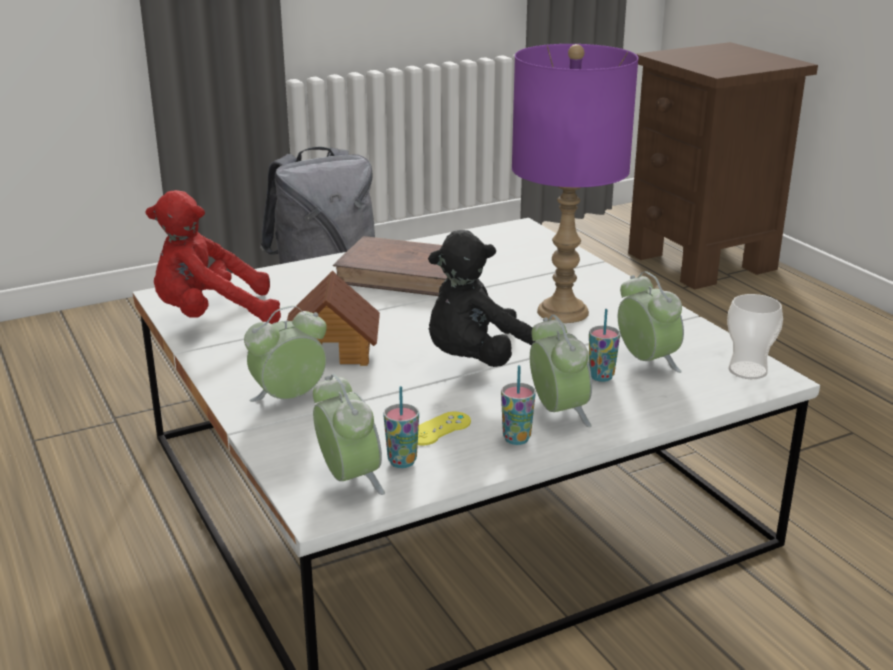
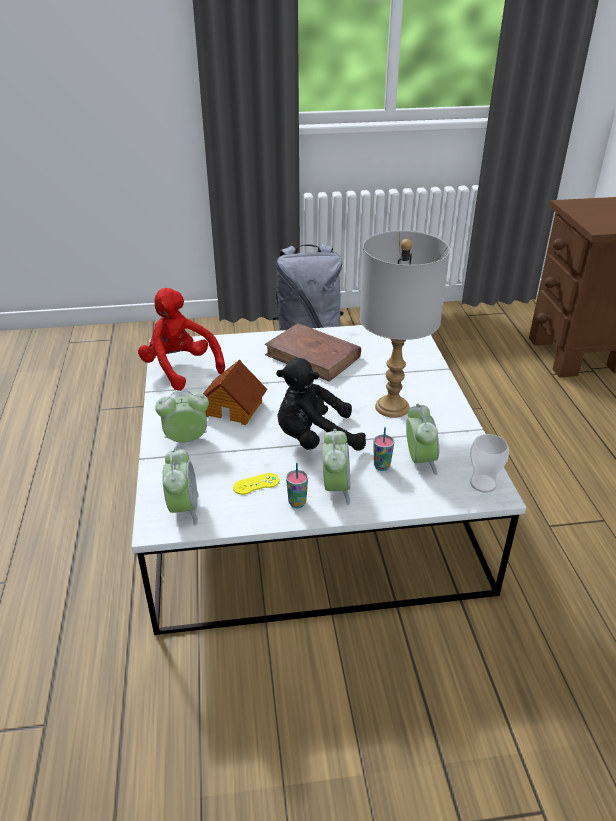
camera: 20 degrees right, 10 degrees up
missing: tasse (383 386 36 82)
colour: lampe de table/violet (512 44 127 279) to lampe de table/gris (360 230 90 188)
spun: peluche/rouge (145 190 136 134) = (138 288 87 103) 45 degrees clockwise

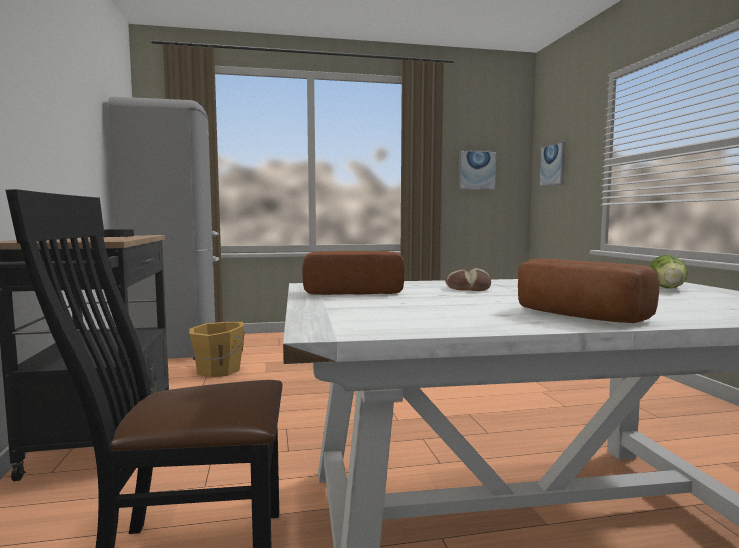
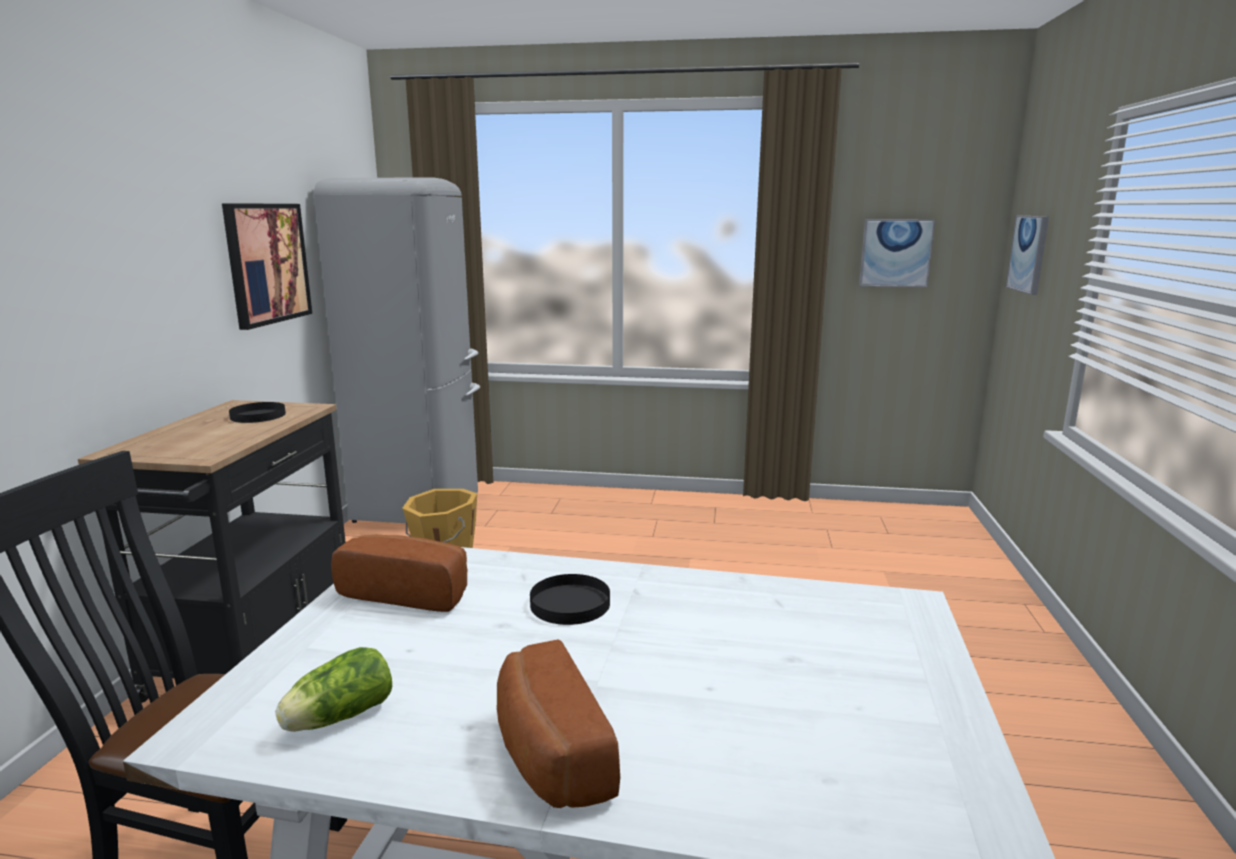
camera: 20 degrees right, 10 degrees up
appeared: tableau (222 203 90 127)
relocated: laitue (649 255 39 33) to (275 647 117 85)
exchanged: pain (445 268 46 23) to assiette/noir (530 574 80 51)

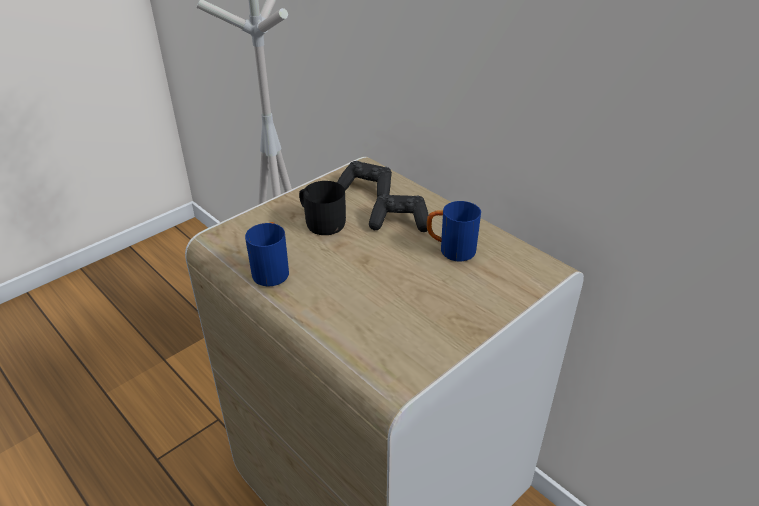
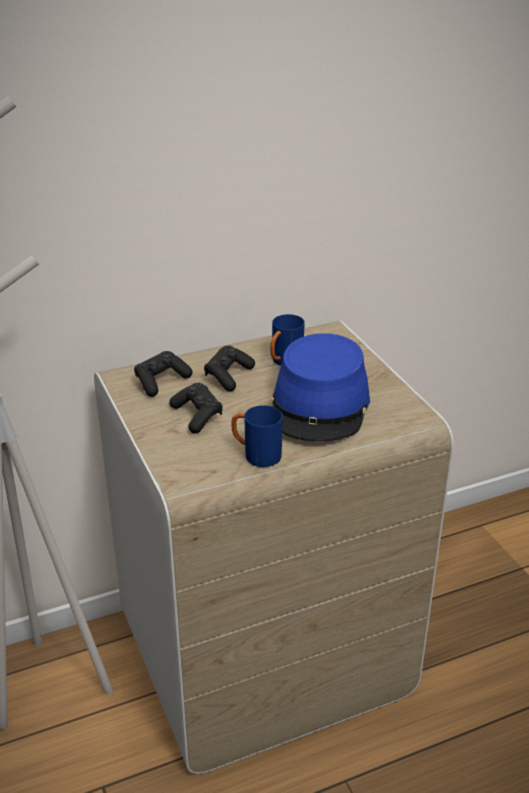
camera: 70 degrees left, 5 degrees down
appeared: chapeau/bleu (272 333 98 109)
exchanged: mug/noir (299 181 47 54) to manette/noir (169 383 54 51)

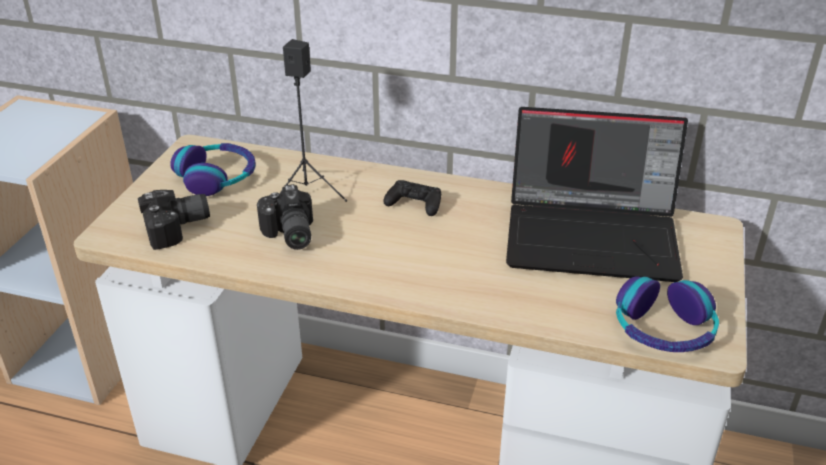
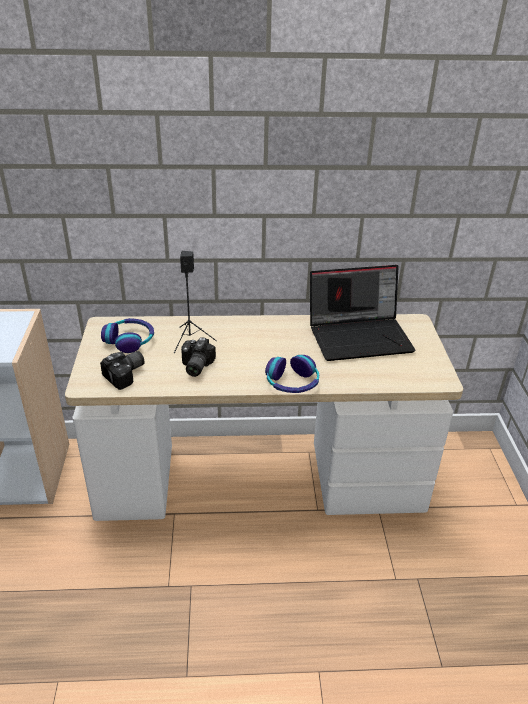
camera: 20 degrees left, 0 degrees up
missing: manette/noir (383 180 58 36)
relocated: casque audio (616 276 103 76) to (265 355 54 38)
spun: appareil photo (257 184 56 66) = (181 337 35 40) 45 degrees clockwise

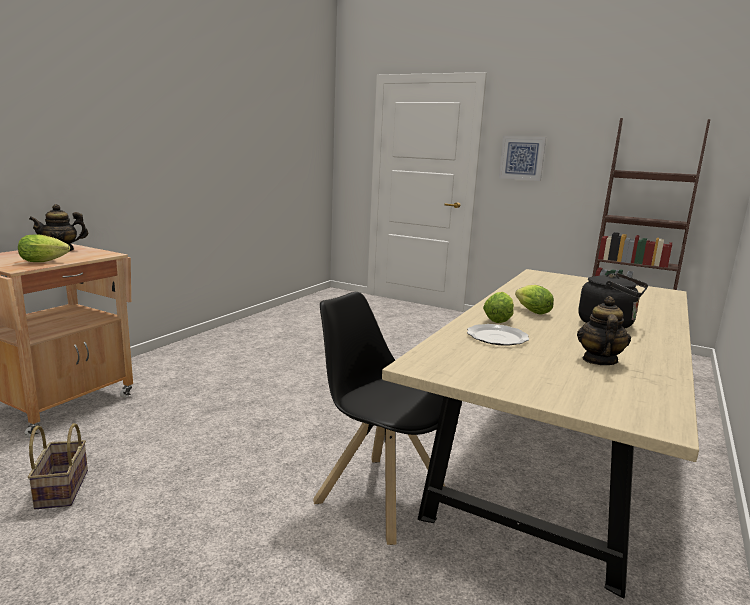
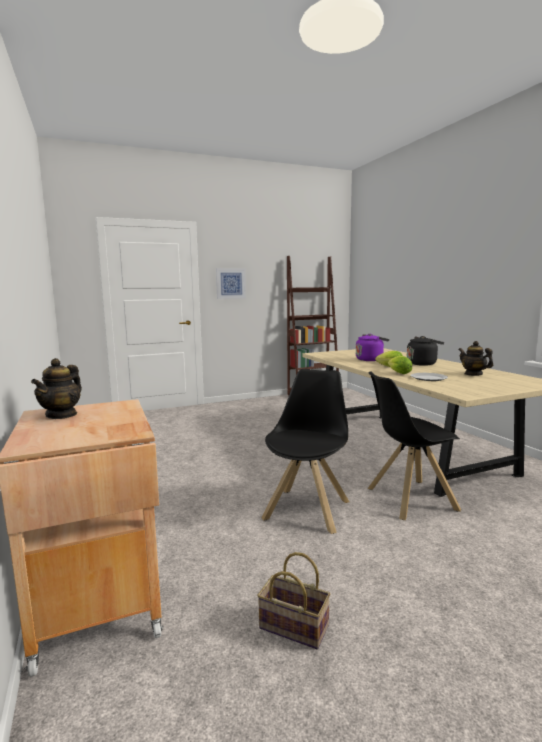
camera: 50 degrees left, 5 degrees down
missing: laitue (18 235 52 27)
appeared: chaise/noir (261 369 88 165); bouilloire/violet (356 334 33 27)

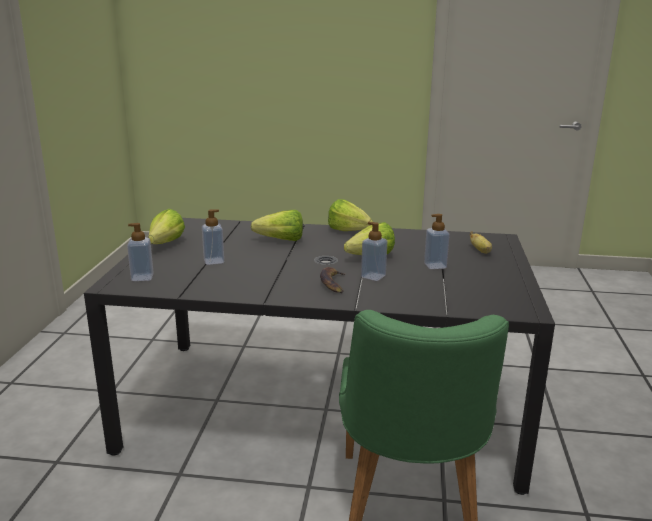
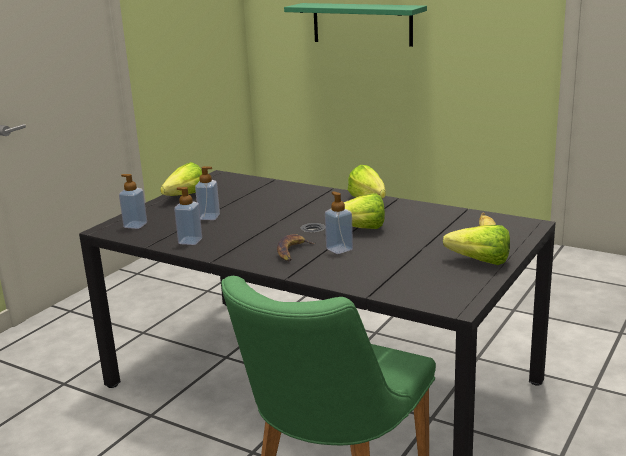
camera: 25 degrees right, 0 degrees up
appeared: étagère/vert (284 3 143 44)
relocated: distributeur de savon (424 214 26 55) to (174 187 28 58); laitue (251 210 52 31) to (443 225 67 40)

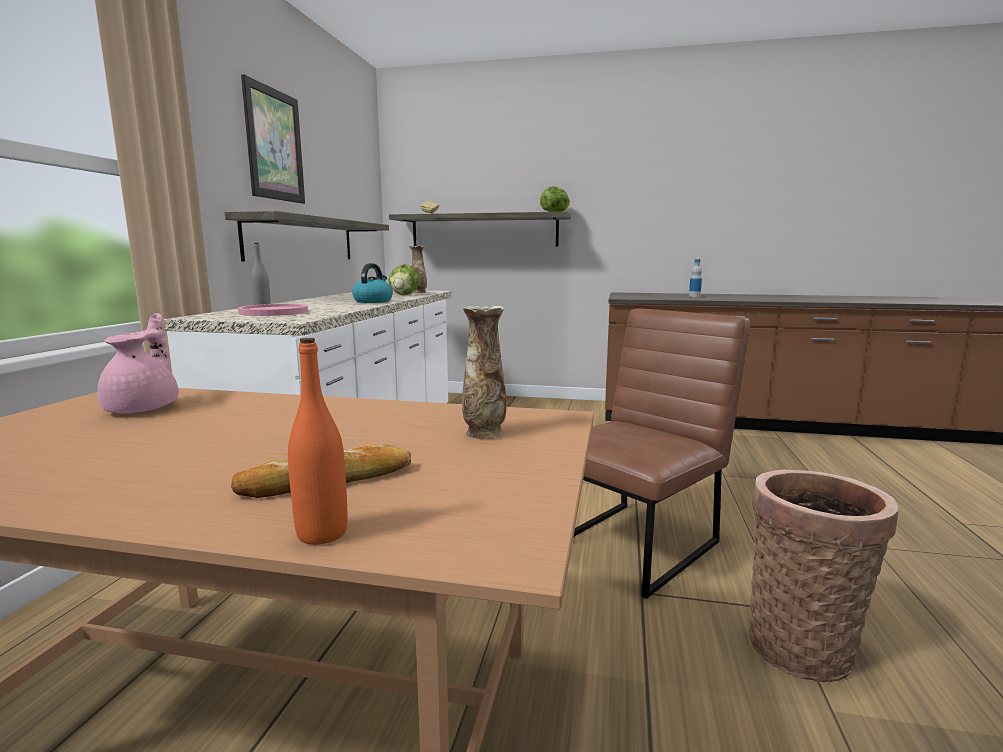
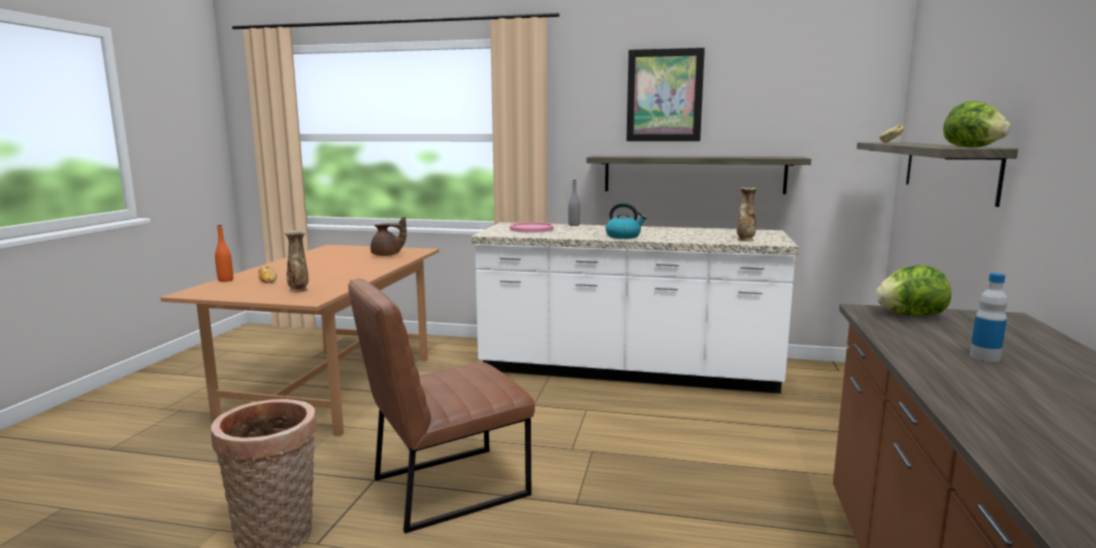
camera: 90 degrees right, 0 degrees up
relocated: laitue (388 264 32 31) to (876 265 75 51)
colour: théière/rose (98 313 81 100) to théière/marron (370 217 37 39)
spun: chaise/marron (574 308 176 291) = (348 278 187 255) 105 degrees clockwise

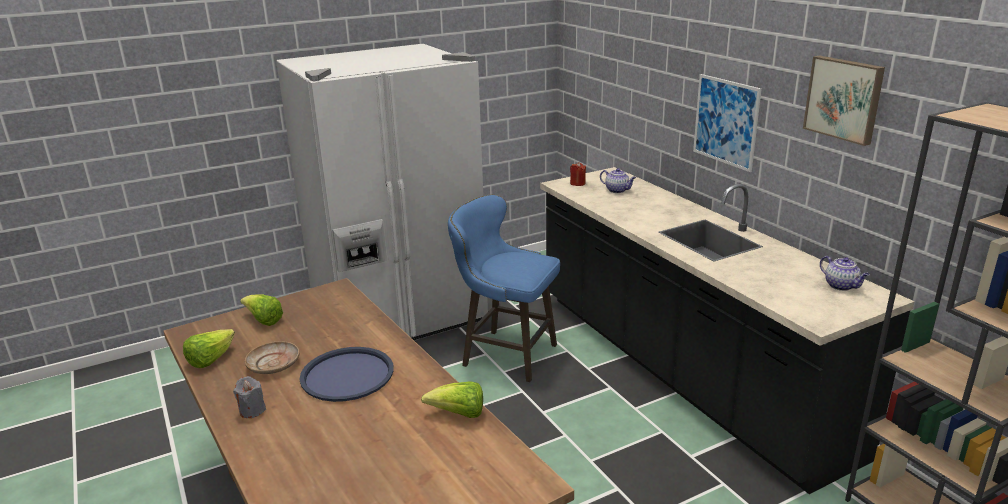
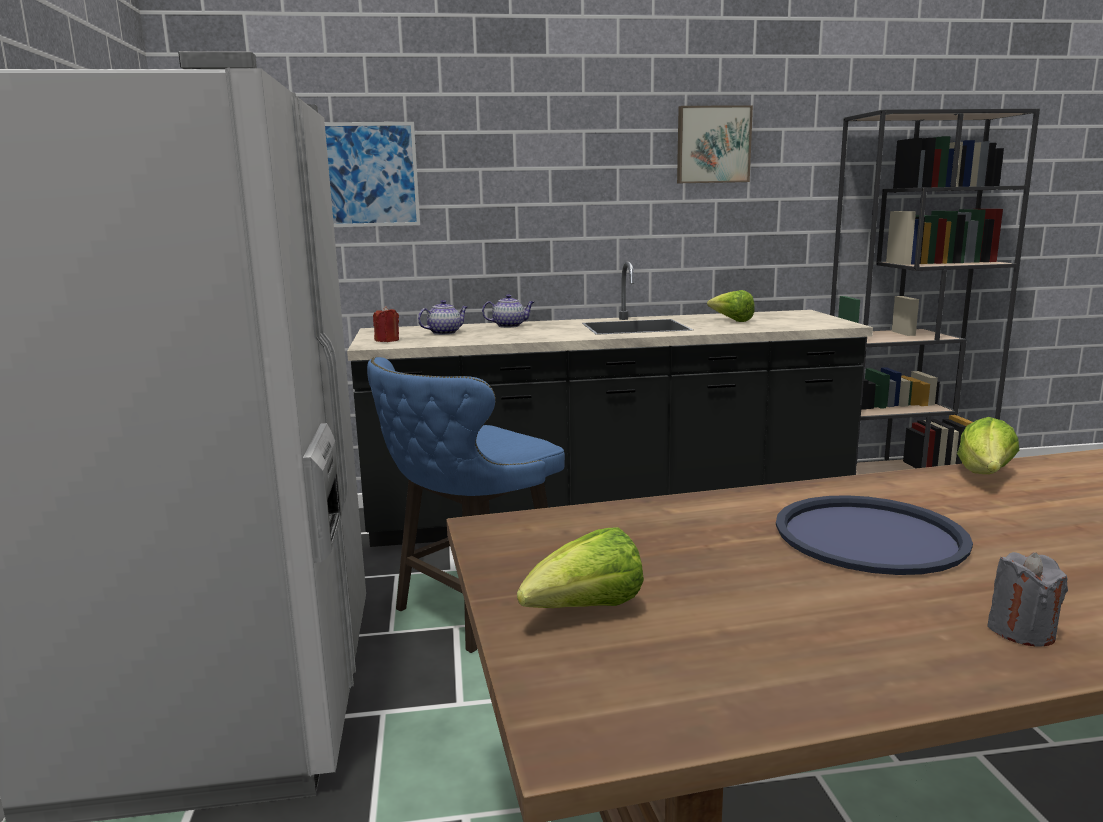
camera: 70 degrees left, 10 degrees down
missing: assiette/beige (245 341 54 33)
relocated: tableau (693 74 69 98) to (325 122 95 105); théière (820 256 50 35) to (482 294 52 34); laitue (183 329 52 39) to (707 290 47 32)

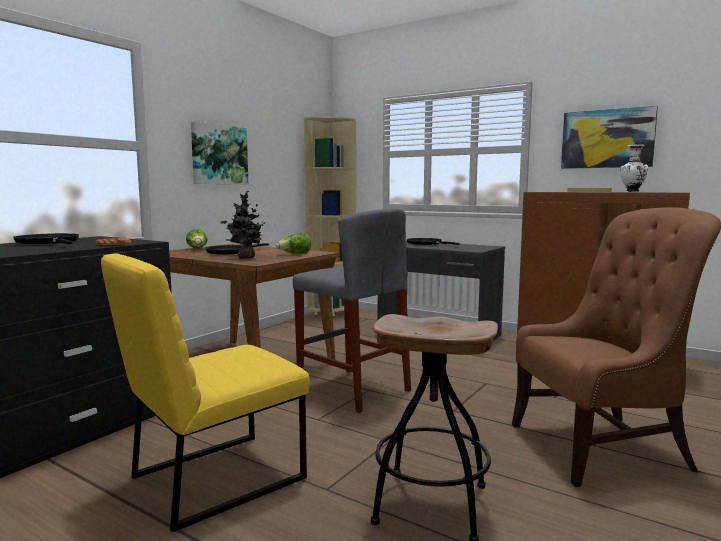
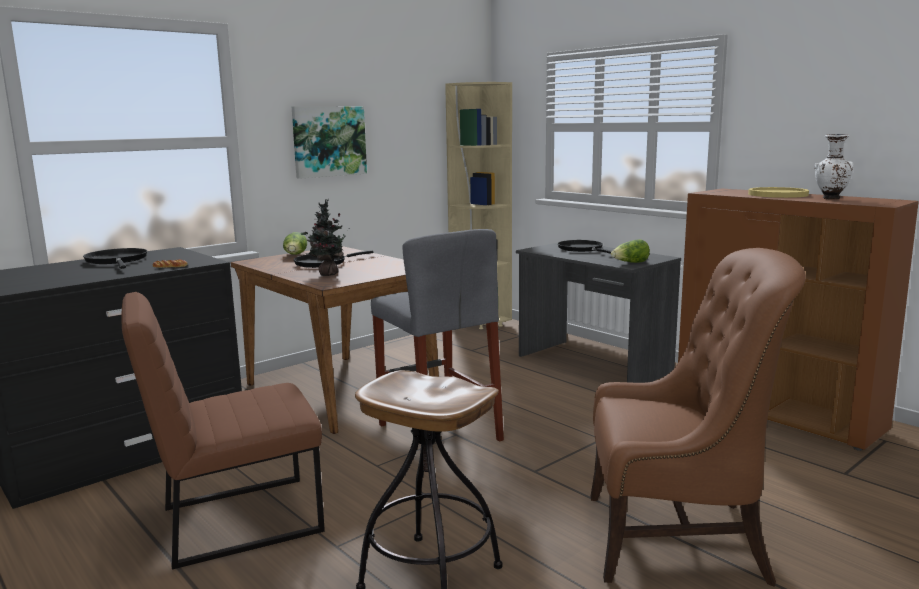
camera: 15 degrees right, 5 degrees up
missing: tableau (561 106 97 63)
relocated: laitue (276 233 35 21) to (611 239 39 24)
colour: chaise/jaune (101 253 209 279) to chaise/marron (121 292 204 277)

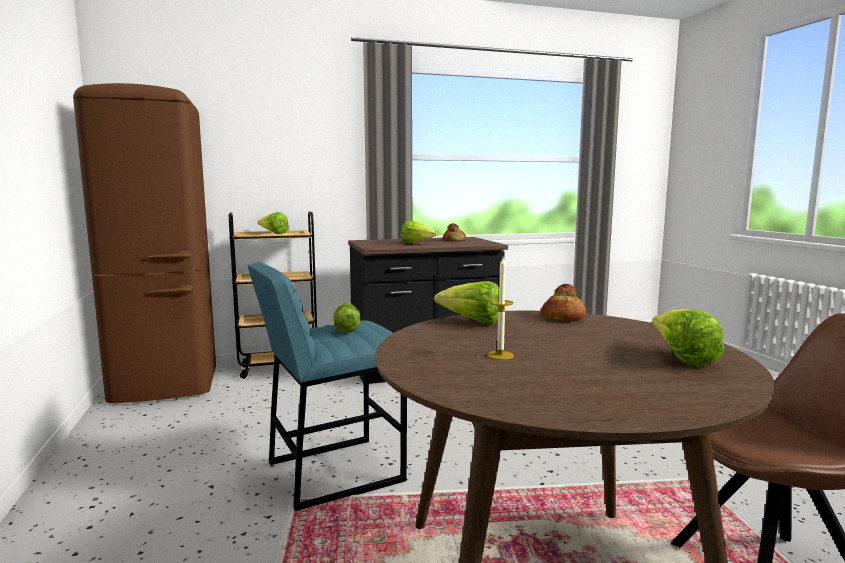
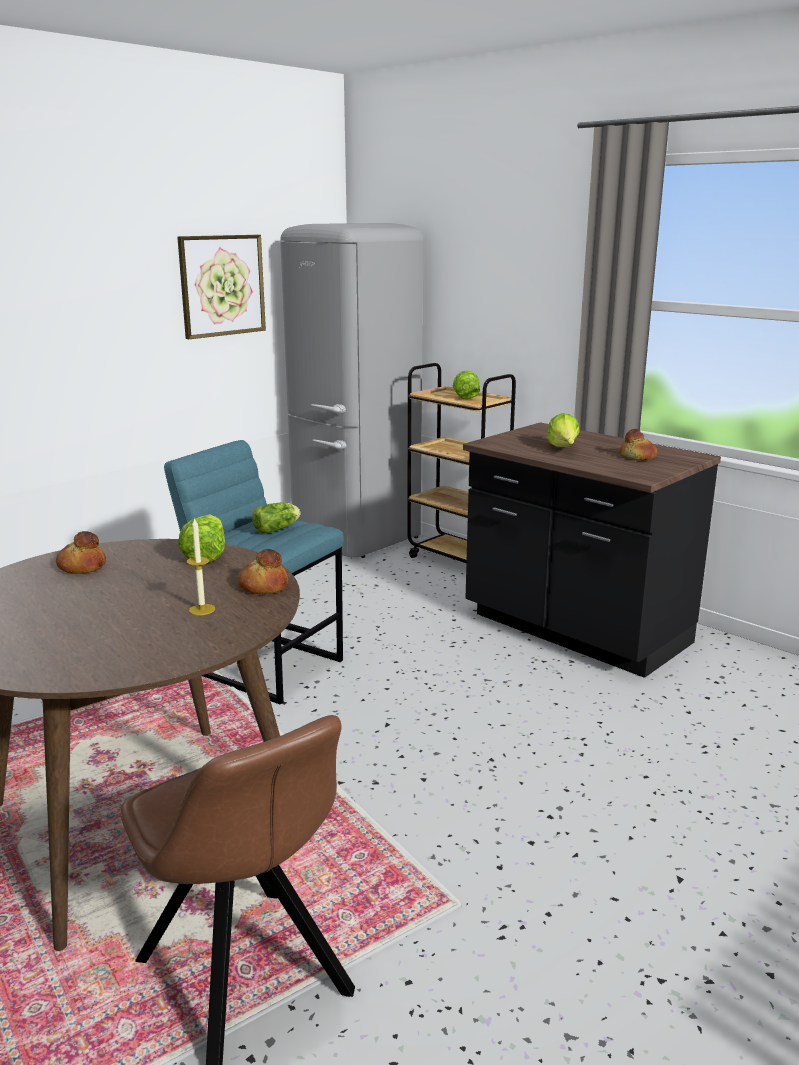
camera: 60 degrees right, 10 degrees up
missing: laitue (652 309 72 58)
appeared: pain (56 531 50 43); tableau (177 235 89 104)
relocated: bougie (487 258 27 102) to (186 517 29 98)
colour: réfrigérateur/marron (73 83 143 320) to réfrigérateur/gris (280 223 143 335)

